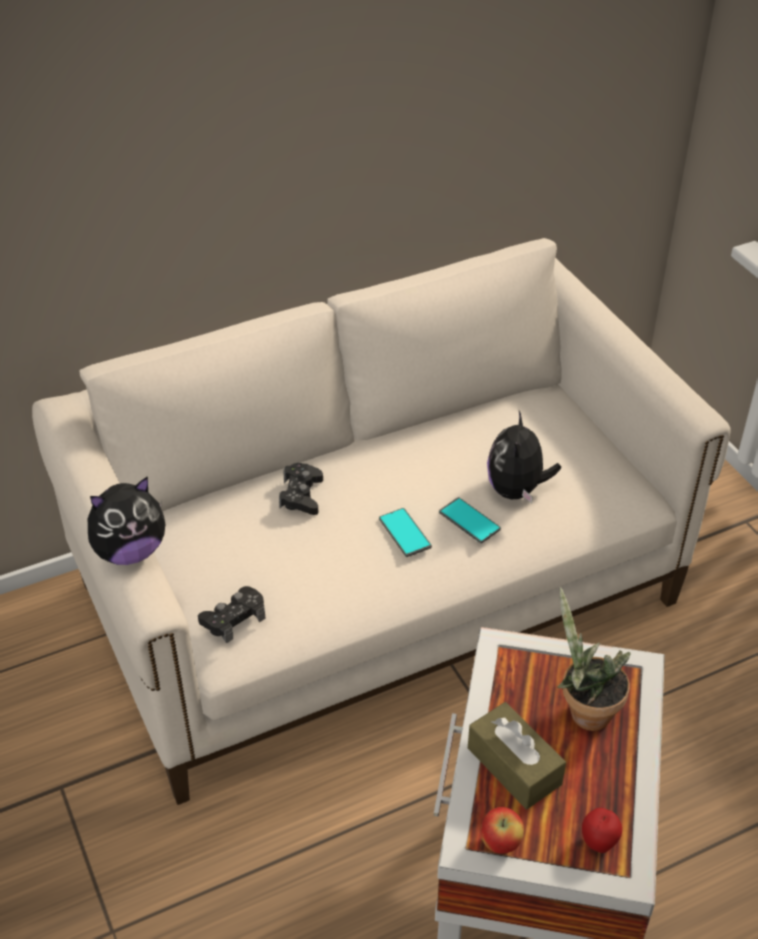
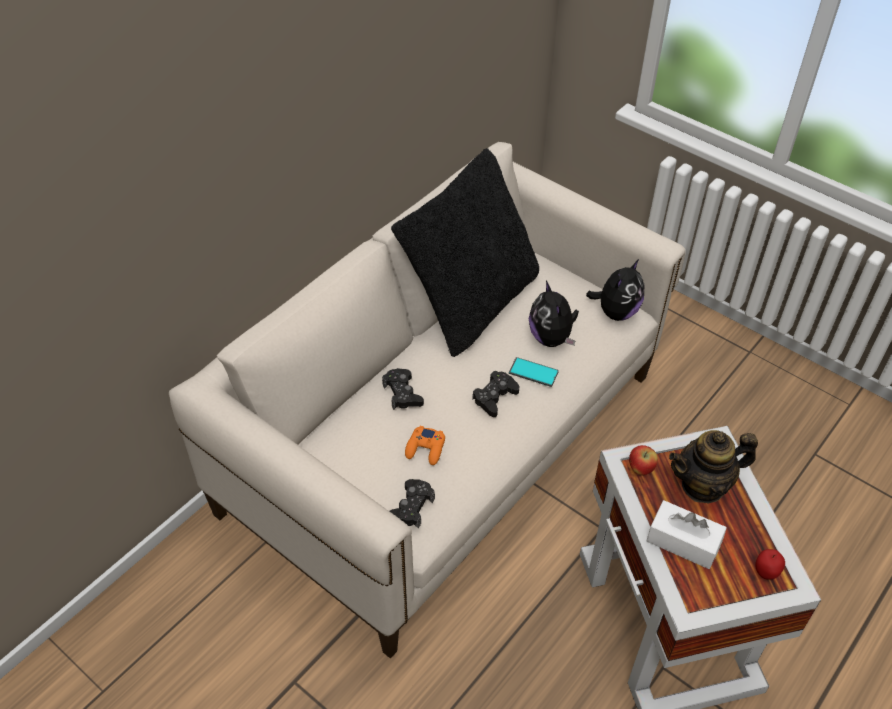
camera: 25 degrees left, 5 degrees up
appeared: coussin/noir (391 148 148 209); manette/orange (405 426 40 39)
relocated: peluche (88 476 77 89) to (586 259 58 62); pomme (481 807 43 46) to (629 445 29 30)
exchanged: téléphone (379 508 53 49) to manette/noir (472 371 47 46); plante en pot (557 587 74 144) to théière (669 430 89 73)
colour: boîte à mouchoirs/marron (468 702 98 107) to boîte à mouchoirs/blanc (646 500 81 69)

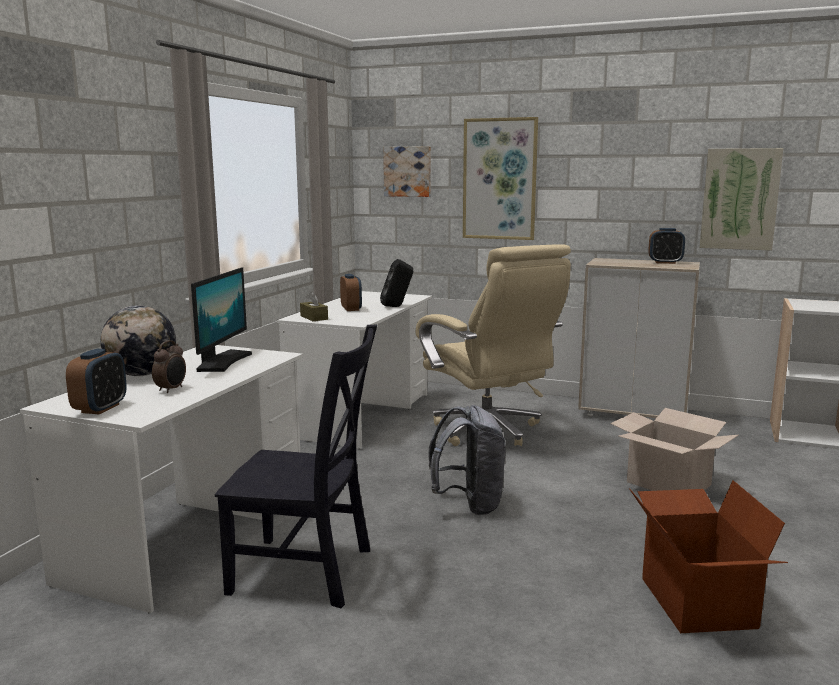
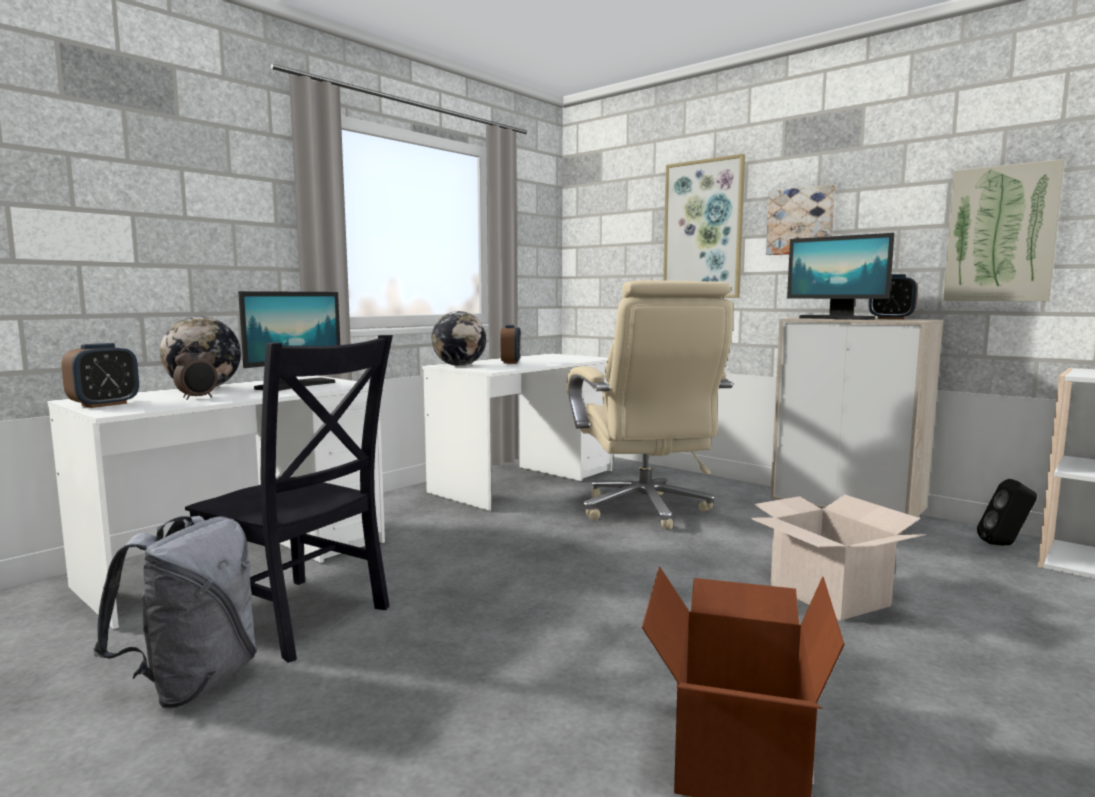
camera: 20 degrees right, 5 degrees down
appeared: écran d'ordinateur (787 233 107 87)
relocated: sac à dos/gris (429 405 77 110) to (94 516 163 193); tableau (383 146 48 51) to (766 184 69 71); enceinte/noir (380 259 33 48) to (977 479 60 66)
exchanged: boîte à mouchoirs/marron (300 292 28 29) to globe (432 311 54 55)

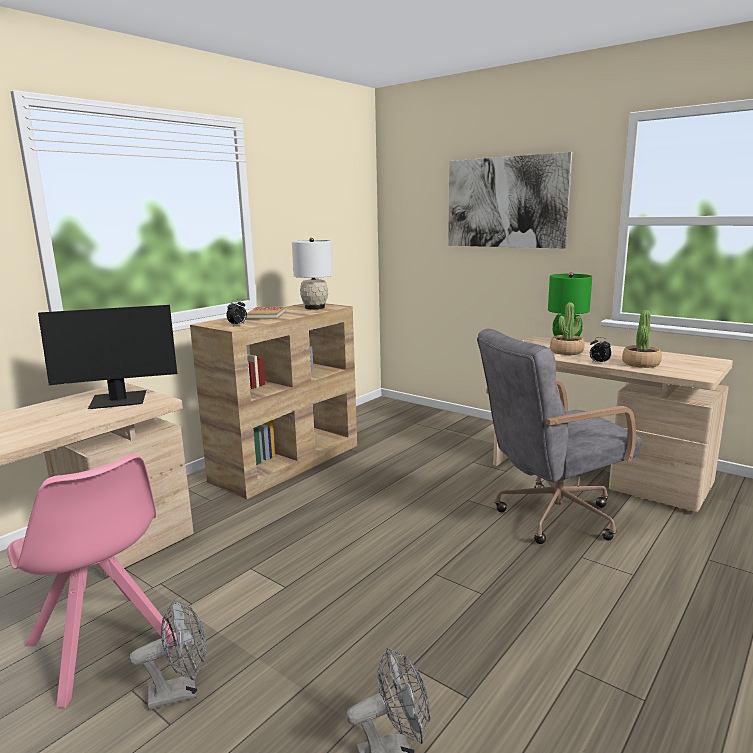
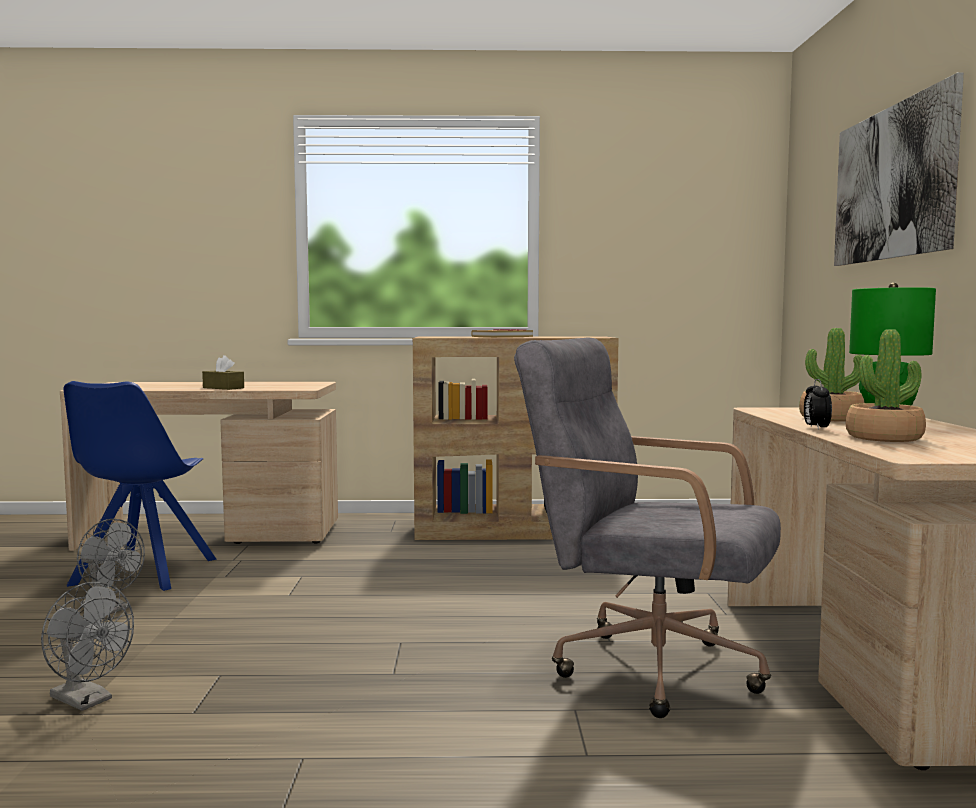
camera: 50 degrees right, 10 degrees down
missing: écran d'ordinateur (38 305 139 104); réveil (227 299 20 27); lampe de table/blanc (292 238 41 71)
appeared: boîte à mouchoirs/marron (202 355 42 35)
colour: chaise/rose (7 454 172 254) to chaise/bleu (64 381 153 210)

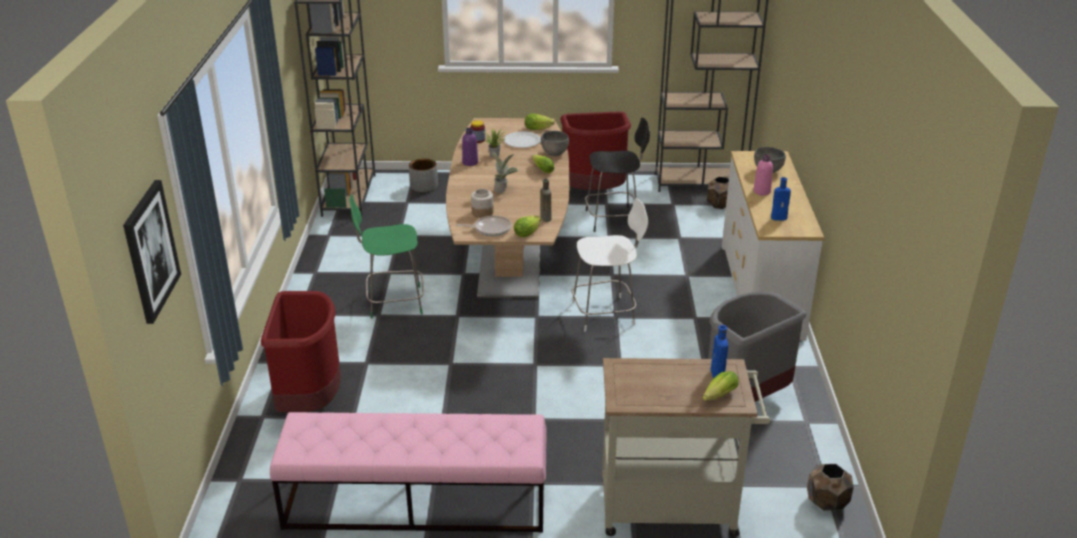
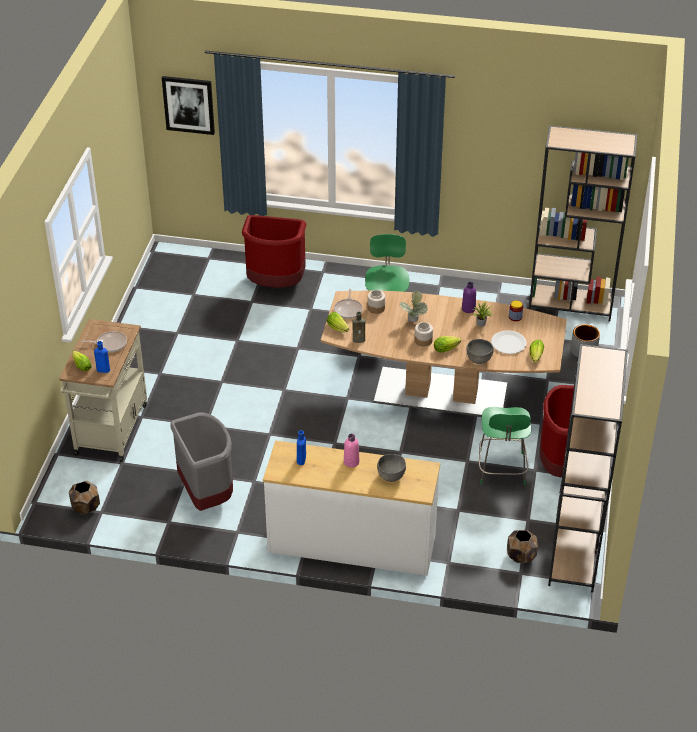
camera: 100 degrees right, 10 degrees up
missing: banc/rose (270 412 277 121); chaise/blanc (571 198 77 133)
appeared: poêle (81 331 46 21); bocal (415 322 18 25)
colour: chaise/noir (585 117 65 115) to chaise/vert (479 407 52 78)

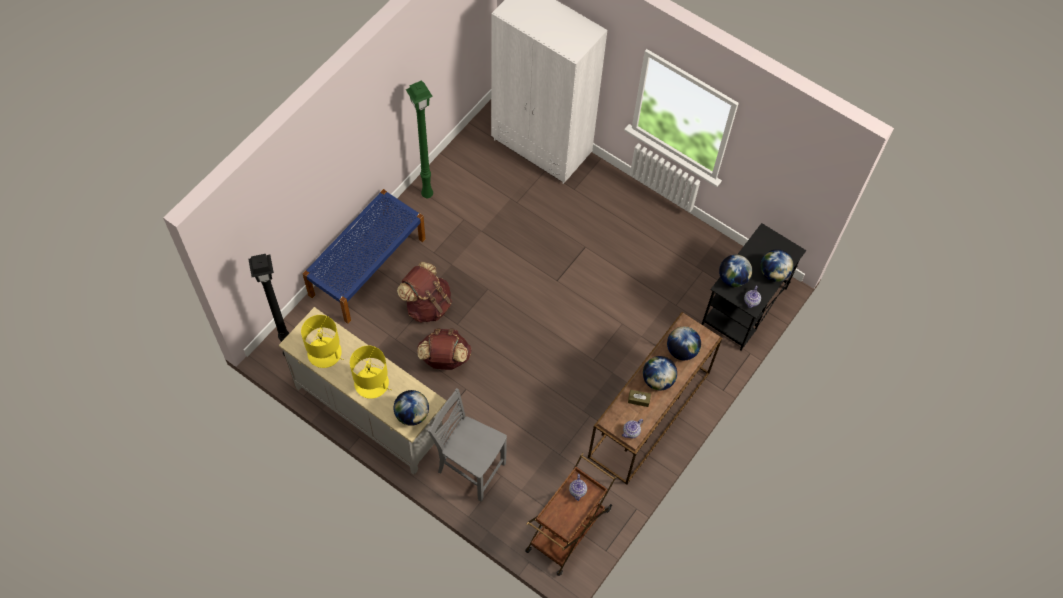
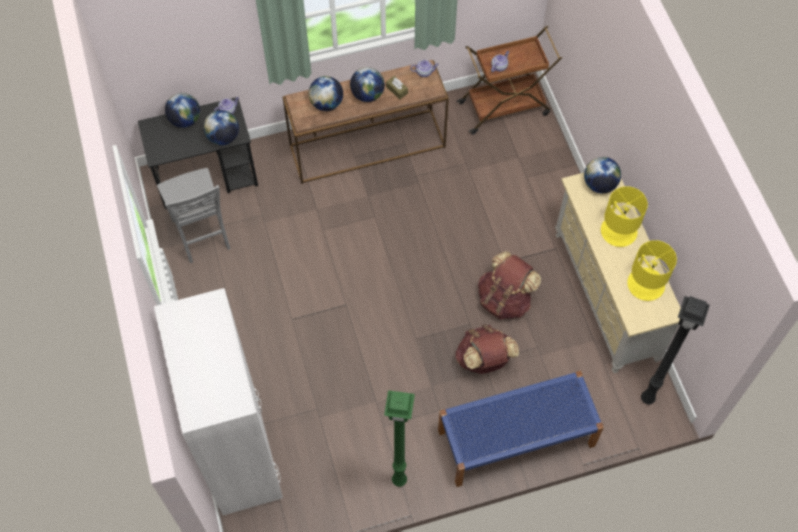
camera: 140 degrees left, 0 degrees up
relocated: chaise/gris (428 388 79 114) to (157 168 74 95)

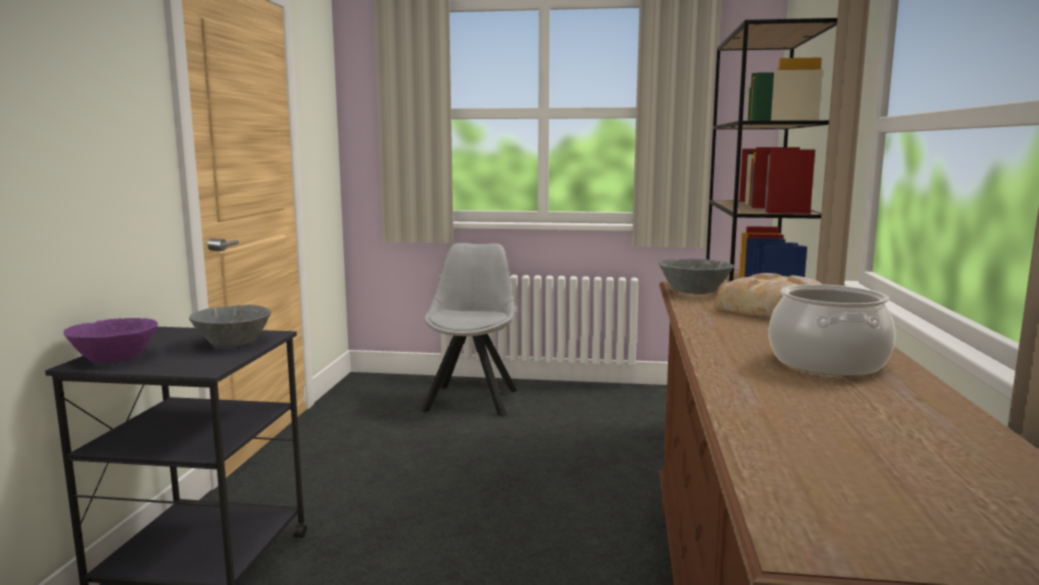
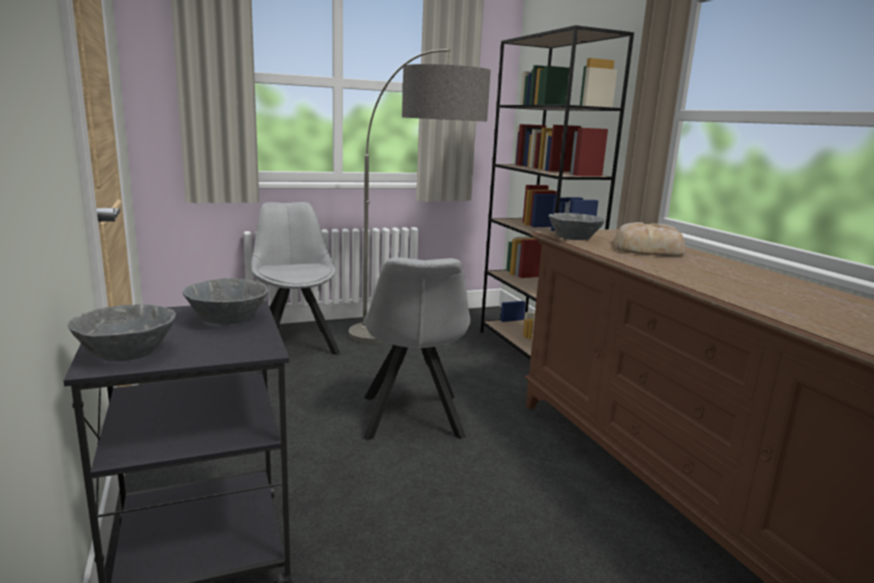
camera: 30 degrees left, 5 degrees up
missing: marmite (769 284 127 92)
appeared: lampadaire (349 49 142 295); chaise/gris (363 257 108 184)
colour: bol/violet (63 318 95 45) to bol/gris (68 304 108 57)

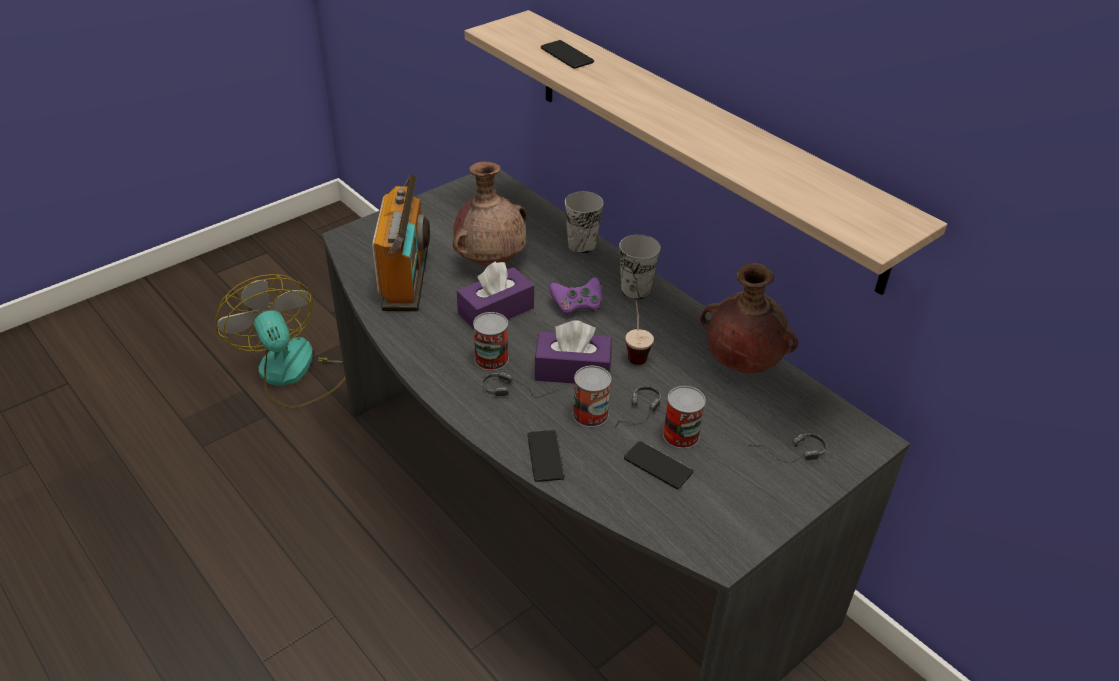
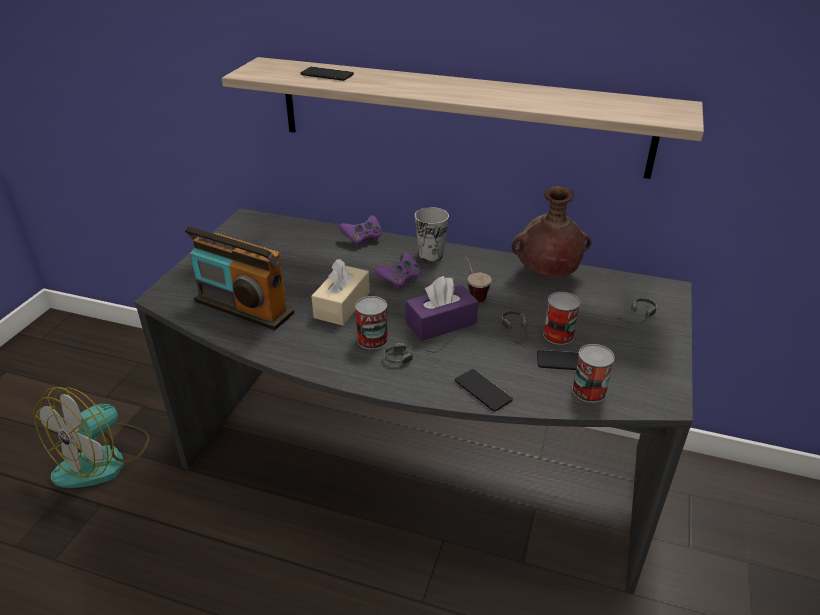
camera: 30 degrees left, 5 degrees down
missing: vase/marron (453 161 74 105)
relocated: boîte métallique (573 366 38 61) to (572 344 43 59)
exchanged: tasse (565 191 39 62) to manette/violet (339 215 43 32)
colour: boîte à mouchoirs/violet (457 261 77 68) to boîte à mouchoirs/beige (311 259 59 66)
spun: ventilateur (215 274 131 134) = (34 387 116 101) 90 degrees counterclockwise; radio (372 174 58 138) = (185 226 109 104) 150 degrees clockwise

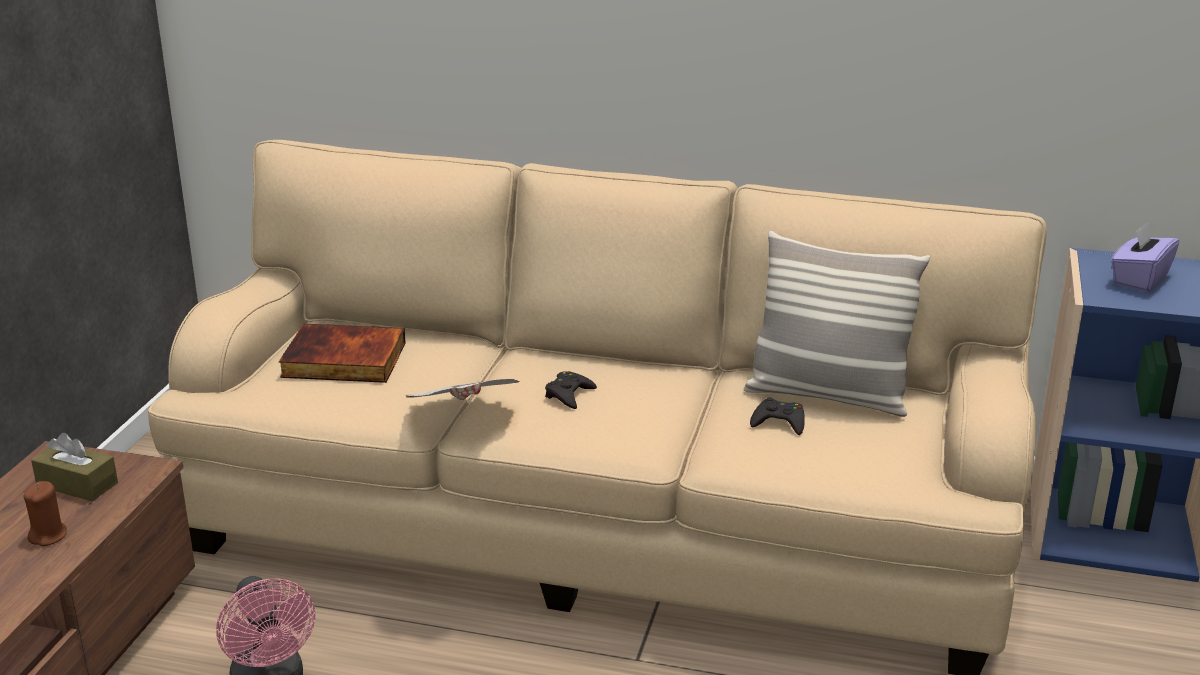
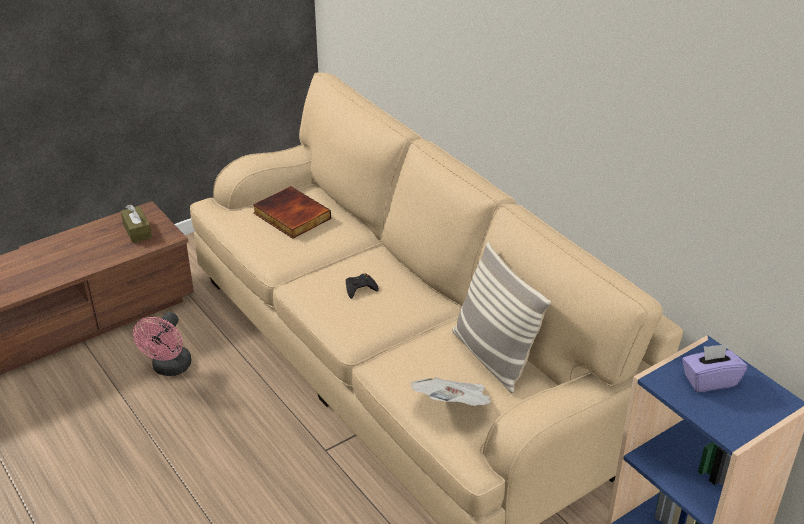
camera: 40 degrees right, 10 degrees up
missing: bougie/marron (23 481 44 65); manette/noir (750 397 55 38)
relocated: journal (406 379 113 21) to (411 377 81 29)

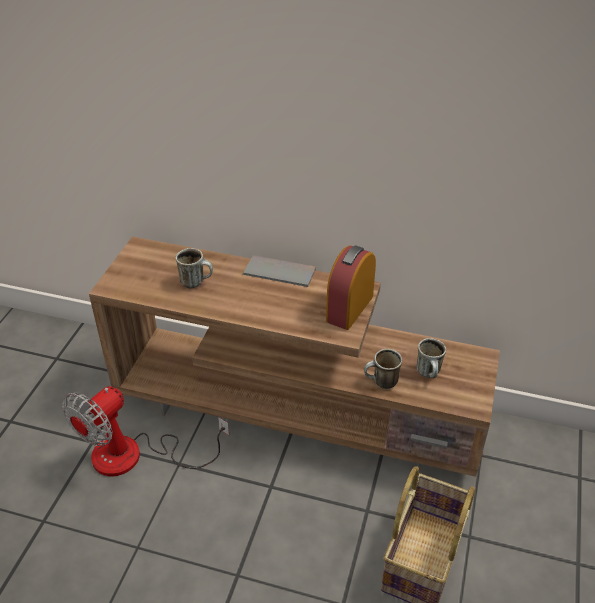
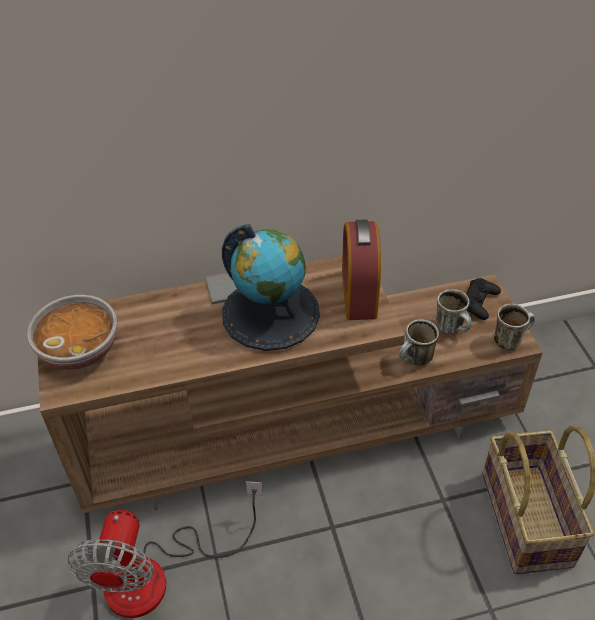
camera: 30 degrees left, 5 degrees up
appeared: bol (27 295 90 75); globe (222 224 98 127); manette/noir (466 278 35 42)
relocated: mug (176 248 37 40) to (494 304 41 46)

